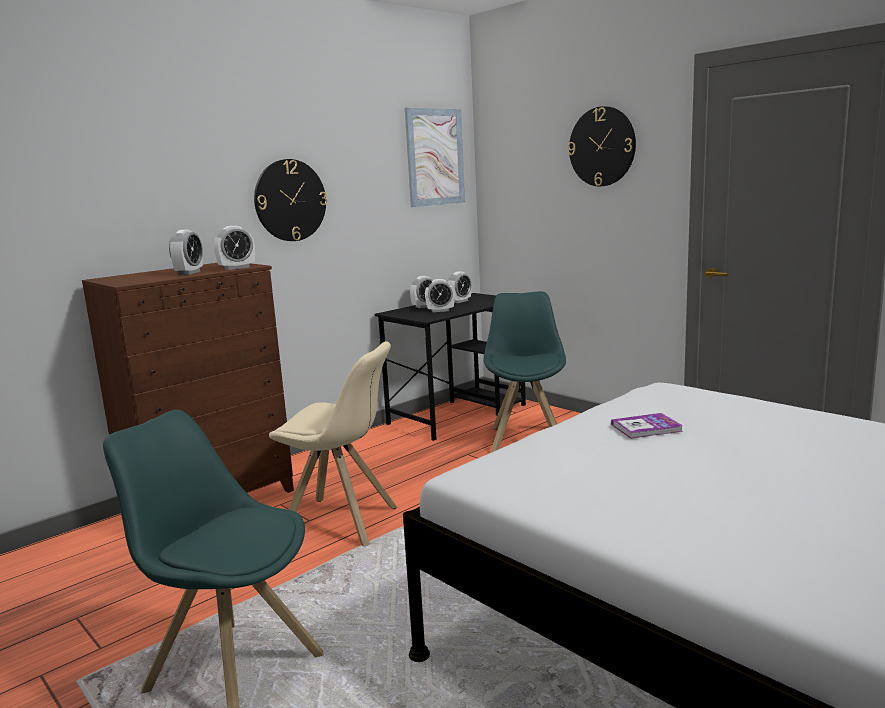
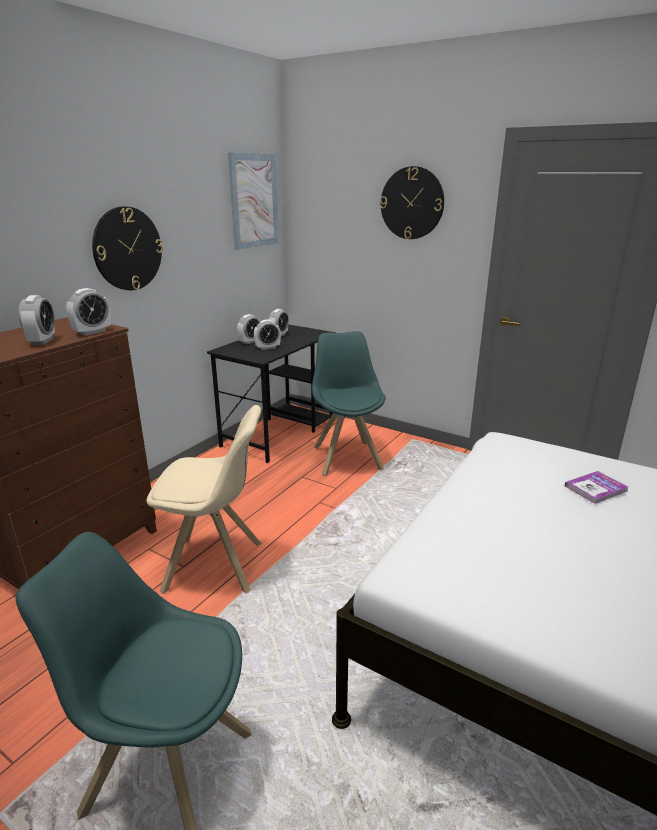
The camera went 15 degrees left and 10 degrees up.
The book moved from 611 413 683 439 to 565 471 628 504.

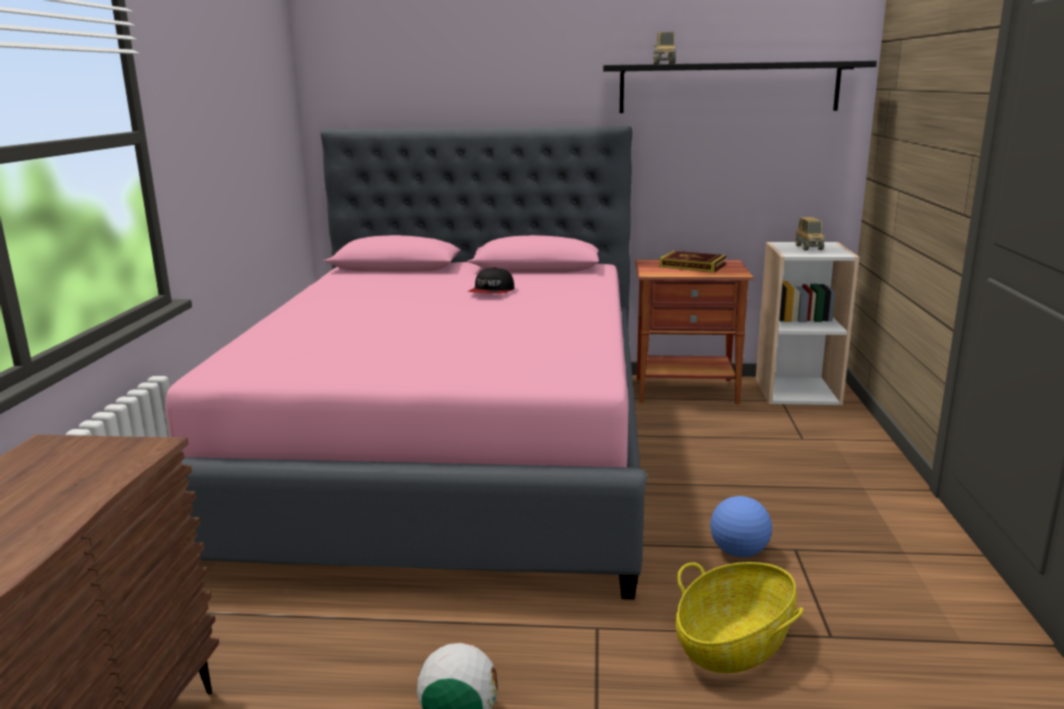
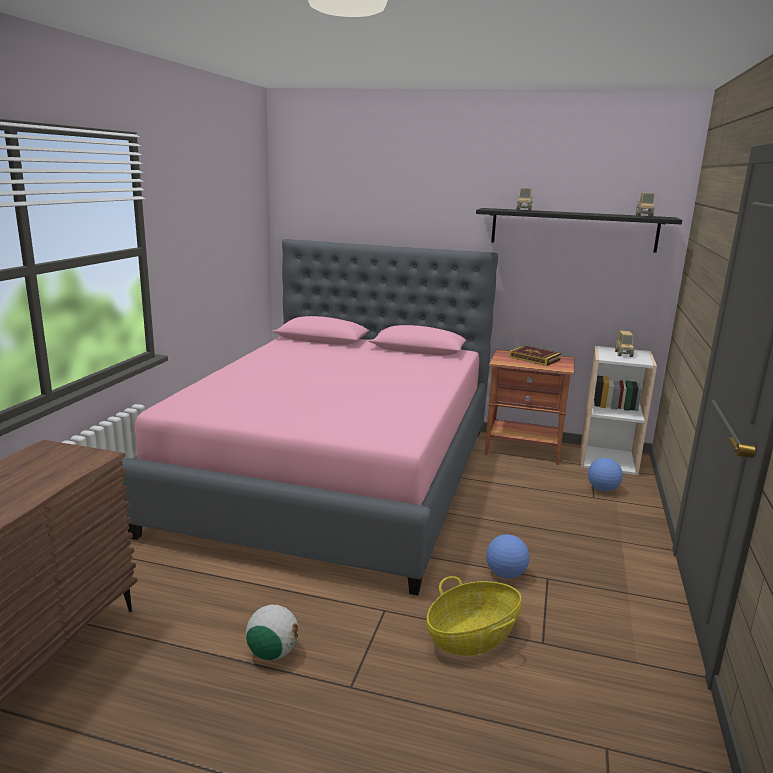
The camera went 10 degrees right and 0 degrees up.
The football at 588 458 623 492 appeared.
The toy truck at 636 193 655 217 appeared.
The cap at 468 267 514 294 disappeared.

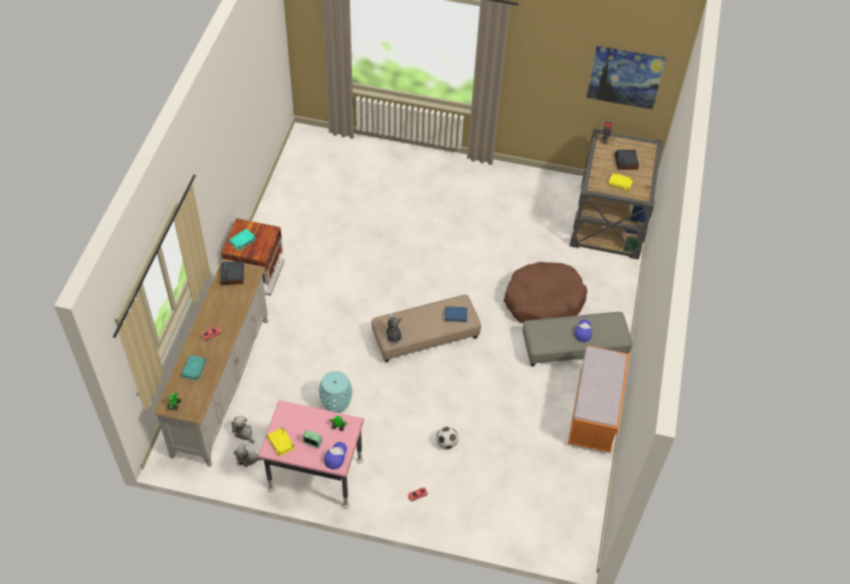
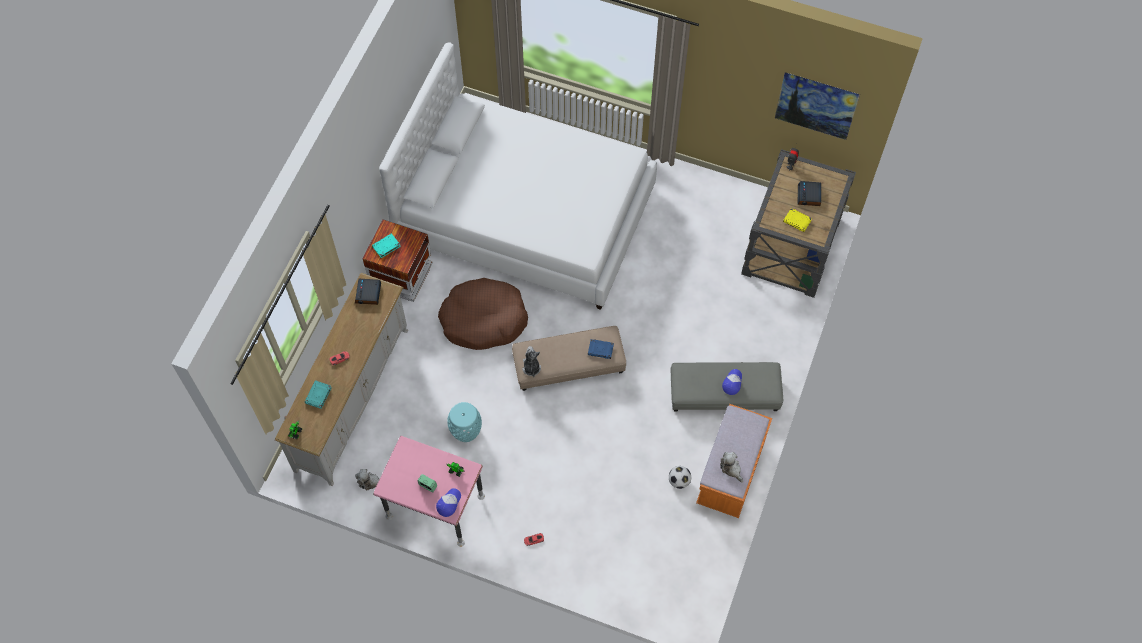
The camera went 10 degrees right and 10 degrees up.
The white bed at 379 43 657 310 appeared.
The brown dog bed moved from 504 262 588 323 to 438 278 528 350.
The football moved from 436 427 458 449 to 669 466 691 489.
The plush toy moved from 231 416 254 444 to 720 452 743 483.
The yellow book at 267 427 295 456 disappeared.

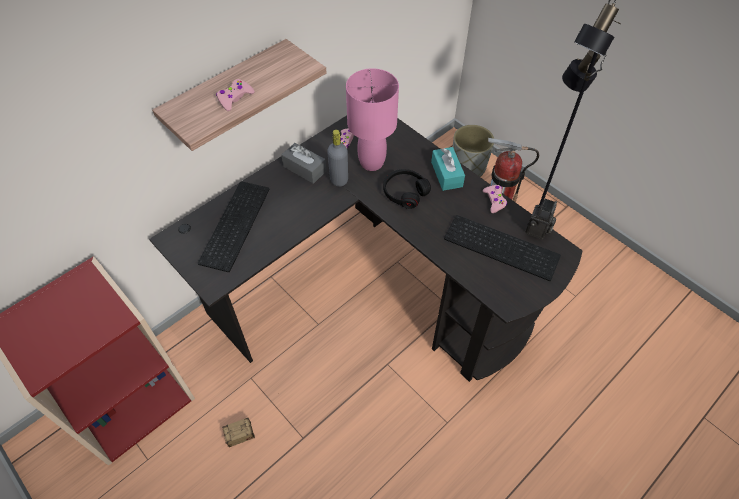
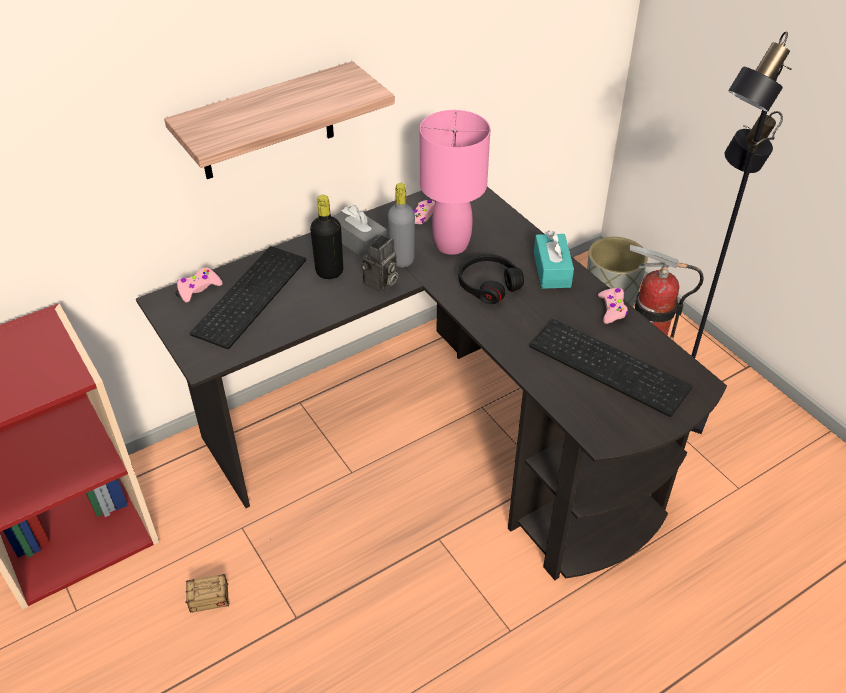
The camera went 10 degrees right and 10 degrees down.
The pink game controller moved from 216 79 255 111 to 177 267 222 302.
The black bottle at 310 195 343 279 appeared.
The photo camera moved from 526 199 557 240 to 361 235 398 293.

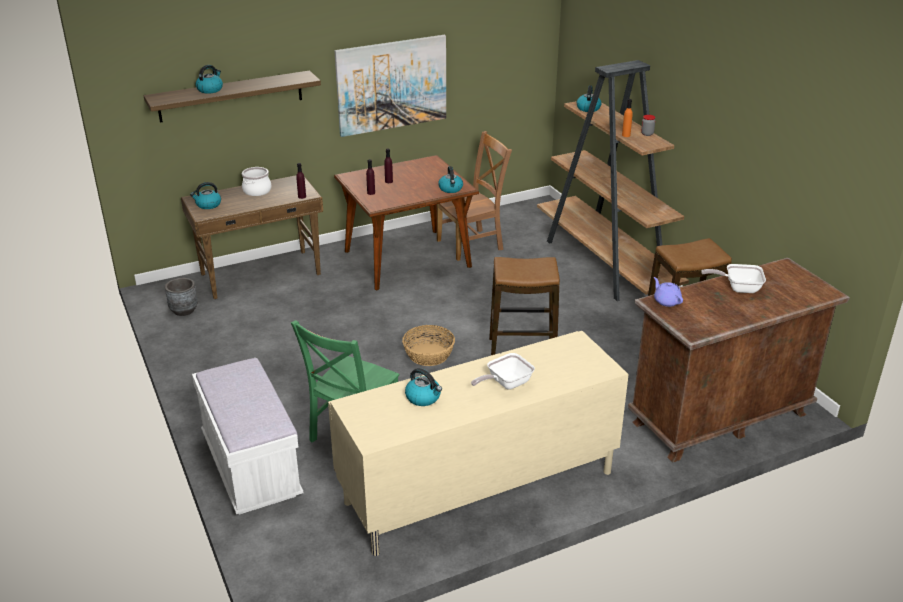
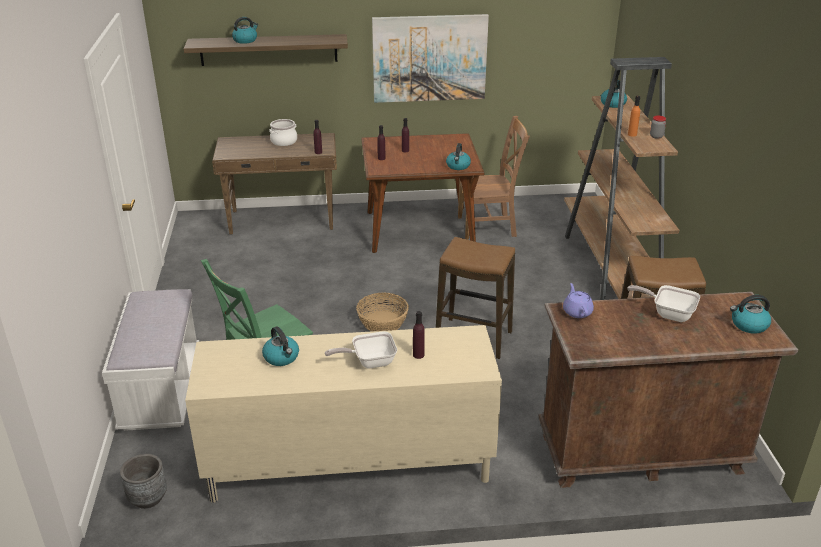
The camera went 20 degrees right and 0 degrees up.
The grey planter moved from 165 278 198 316 to 120 454 167 509.
The purple bottle at 413 311 425 359 appeared.
The kettle moved from 190 182 221 209 to 730 295 771 334.

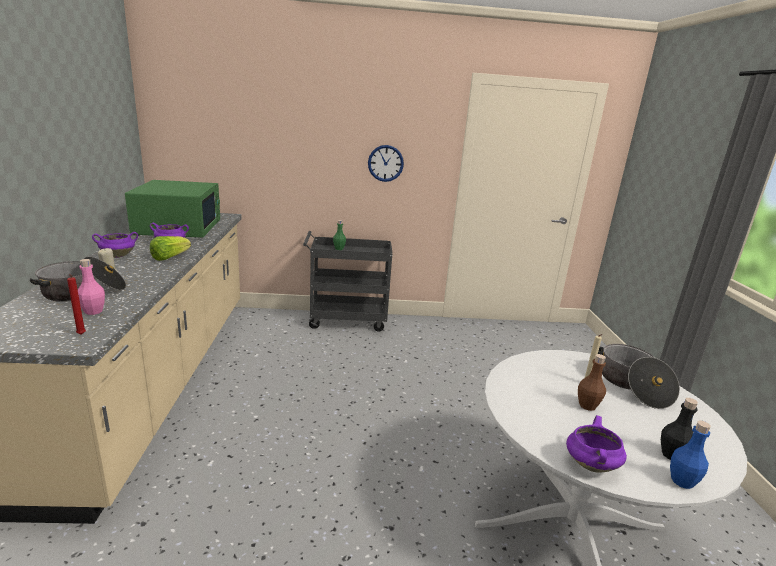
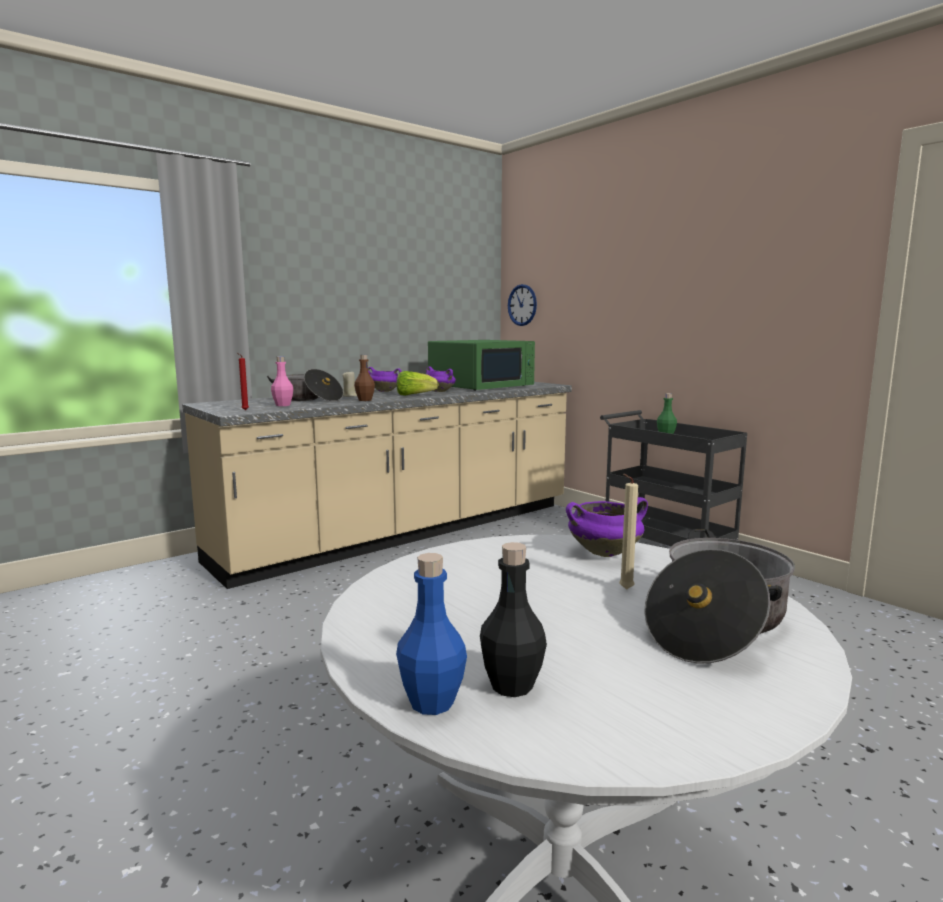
The camera went 55 degrees right and 10 degrees down.
The brown bottle moved from 578 354 606 411 to 354 354 375 401.
The wall clock moved from 368 145 404 182 to 508 284 537 326.
The purple cooking pot moved from 566 415 627 473 to 566 497 648 557.

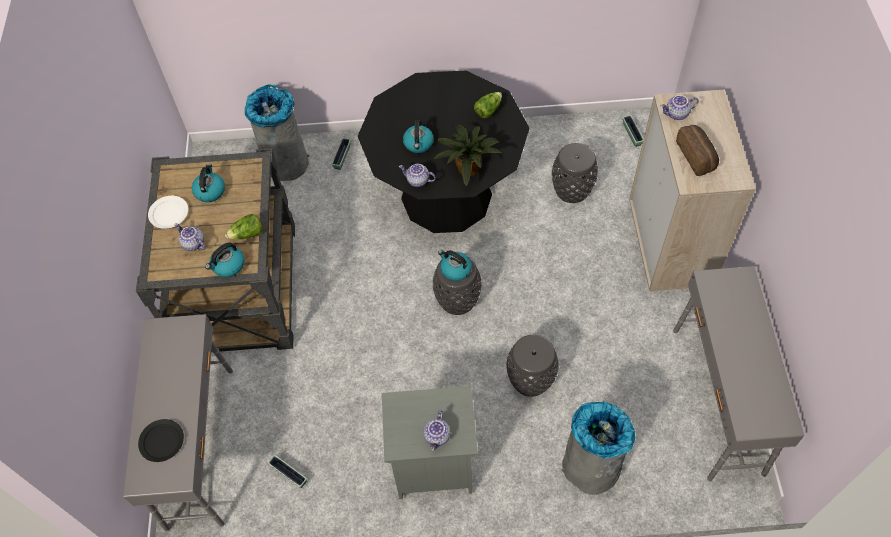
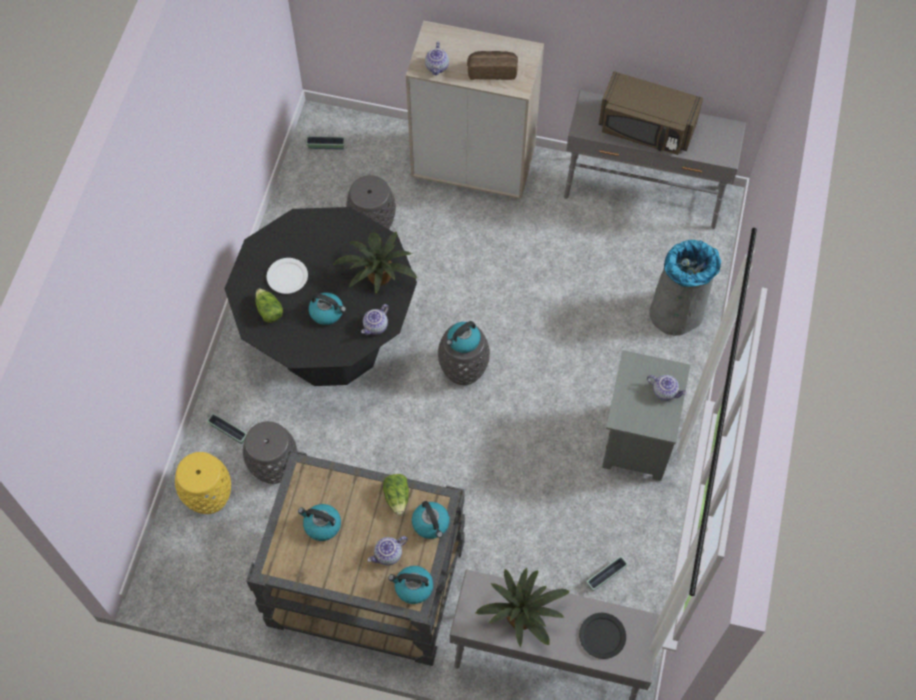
The camera went 75 degrees left and 5 degrees up.
The grey trash can at 245 84 309 181 was replaced by the yellow stool at 175 452 231 514.
The grey stool moved from 507 335 558 397 to 243 421 297 484.
The lettuce moved from 474 92 502 118 to 256 289 283 323.
The white plate moved from 148 196 188 229 to 267 258 308 294.
The kettle at 389 566 433 604 appeared.
The potted plant at 476 568 570 648 appeared.
The brown microwave at 599 71 703 155 appeared.

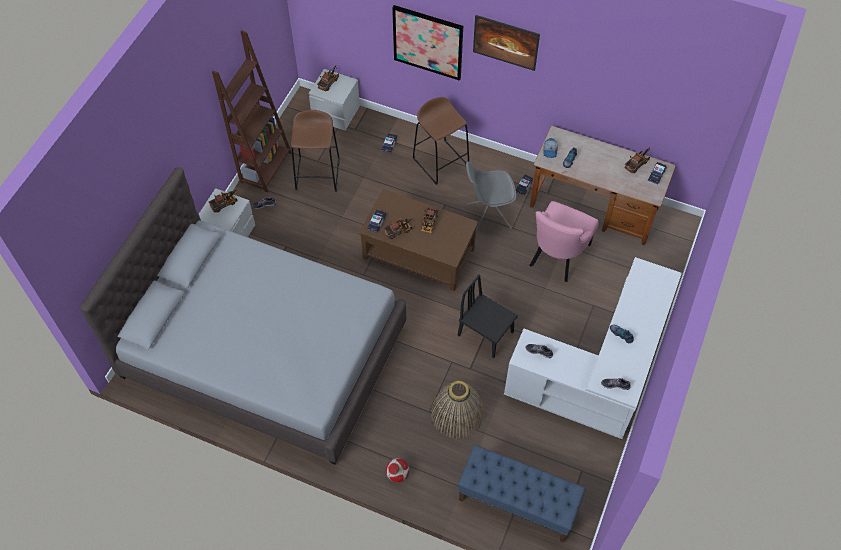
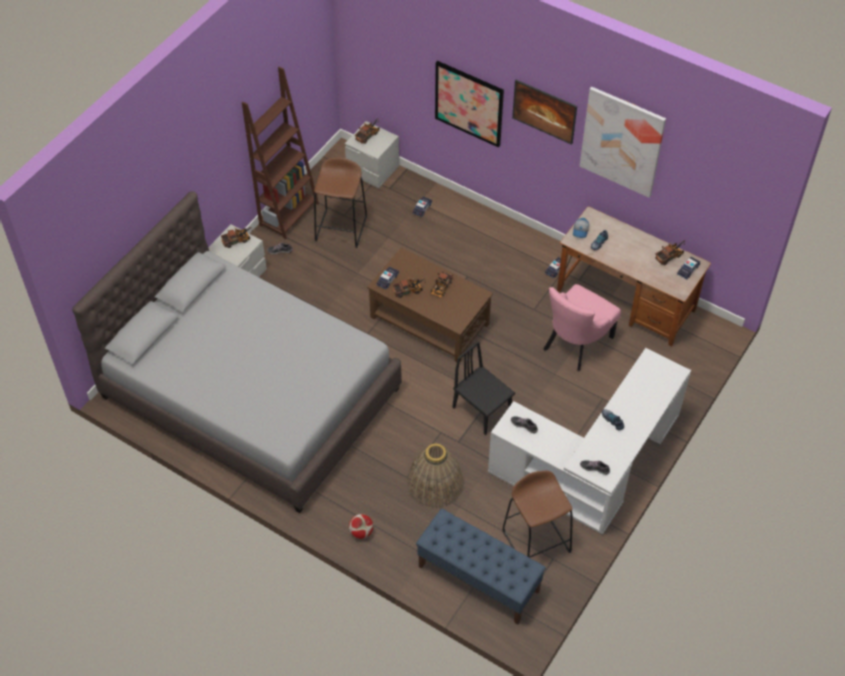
The camera went 10 degrees right and 5 degrees down.
The brown stool moved from 413 97 469 185 to 502 471 573 558.
The picture at 580 87 666 198 appeared.
The grey chair at 466 161 516 232 disappeared.

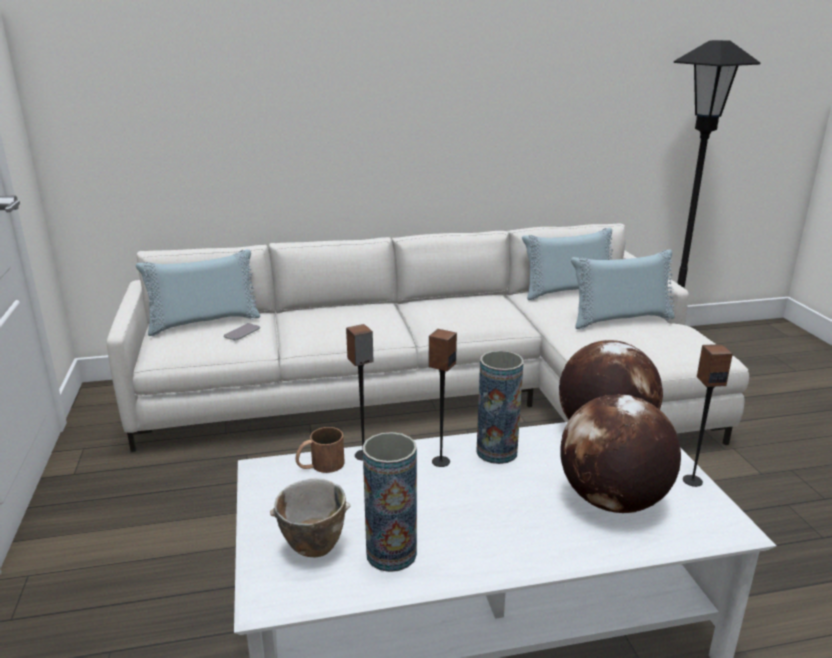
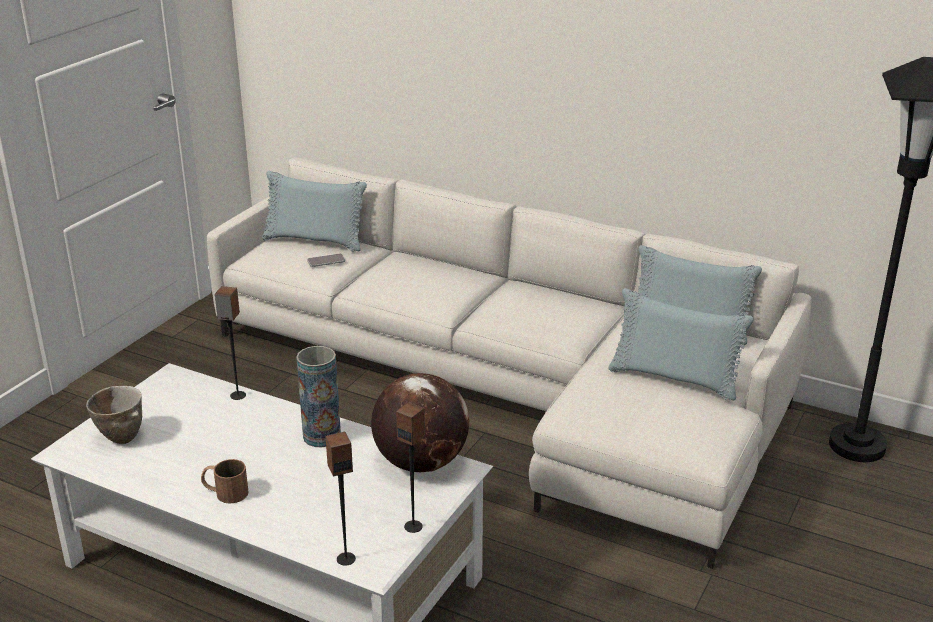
The camera went 40 degrees right and 5 degrees up.
The brown mug moved from 296 427 345 473 to 201 459 248 503.
The speaker moved from 429 329 457 467 to 326 432 356 566.
The vase at 363 432 417 572 disappeared.
The globe at 560 394 681 513 disappeared.

